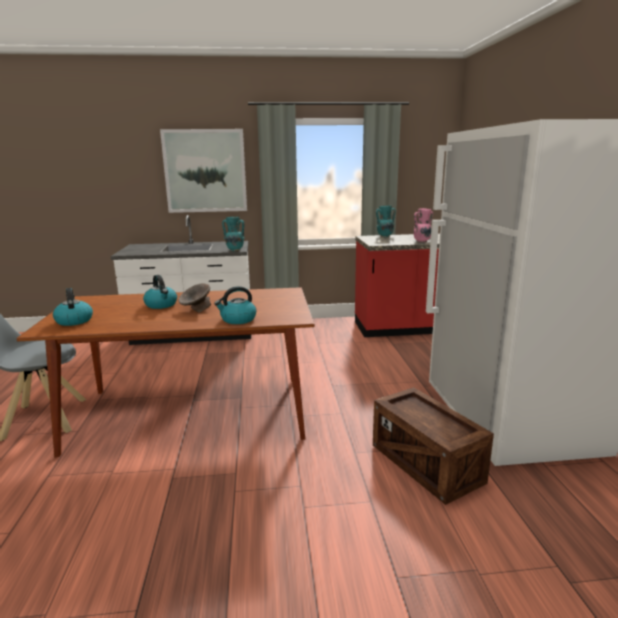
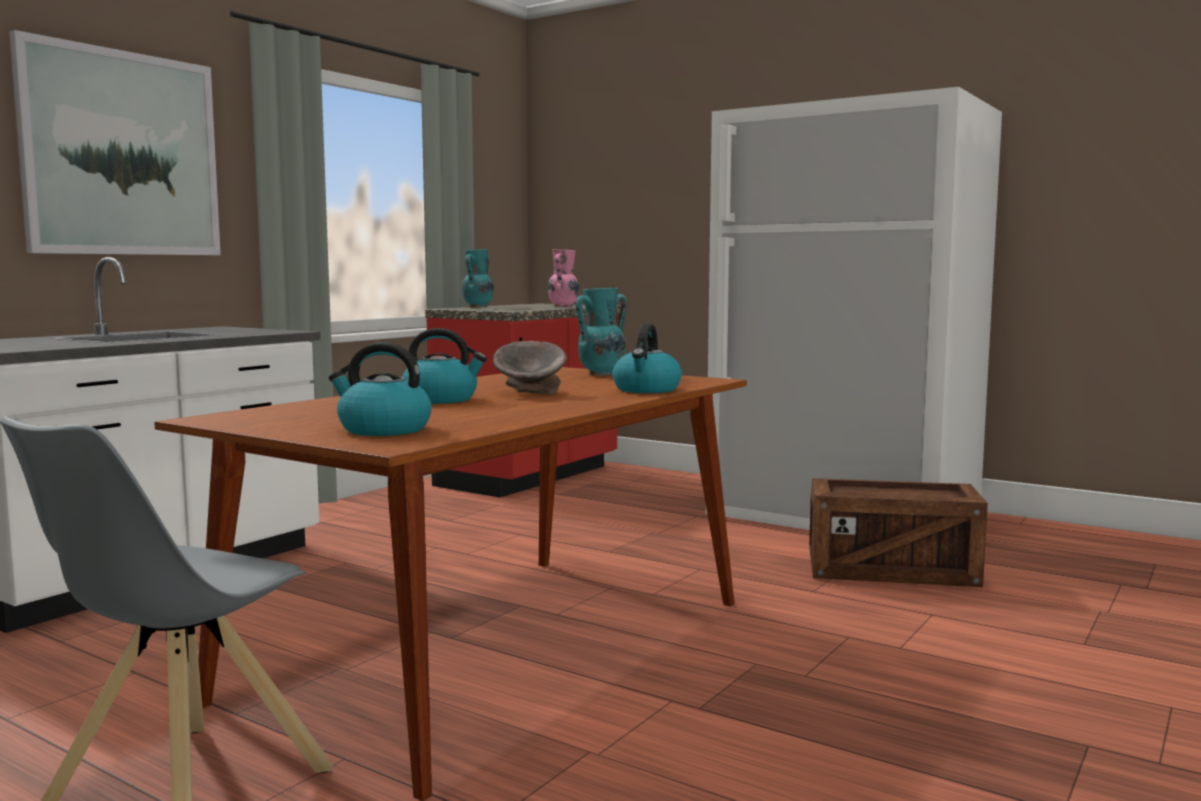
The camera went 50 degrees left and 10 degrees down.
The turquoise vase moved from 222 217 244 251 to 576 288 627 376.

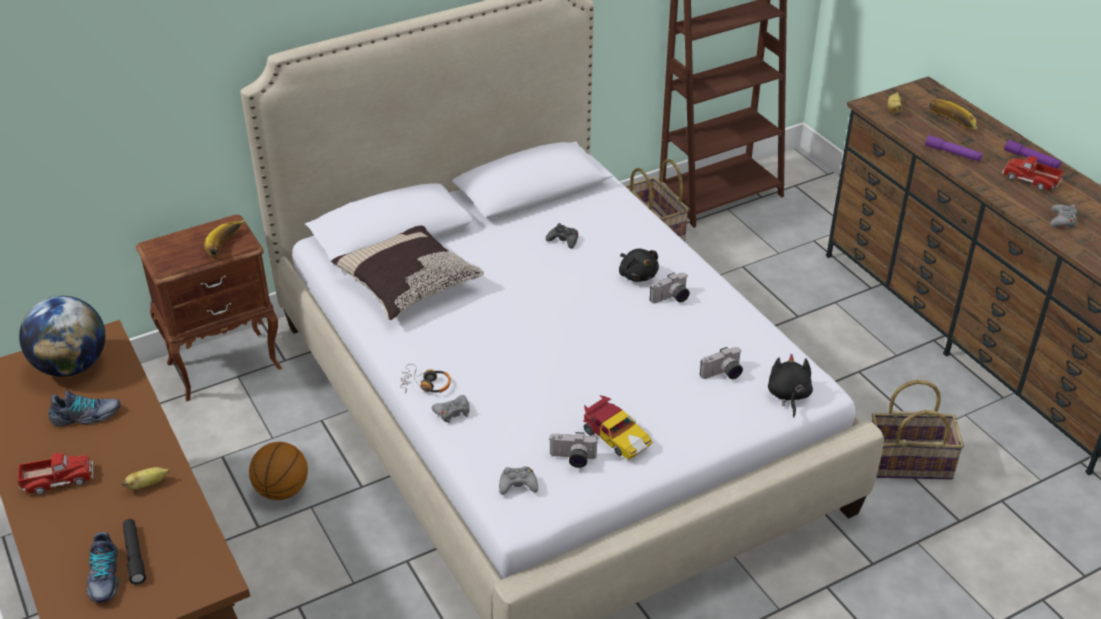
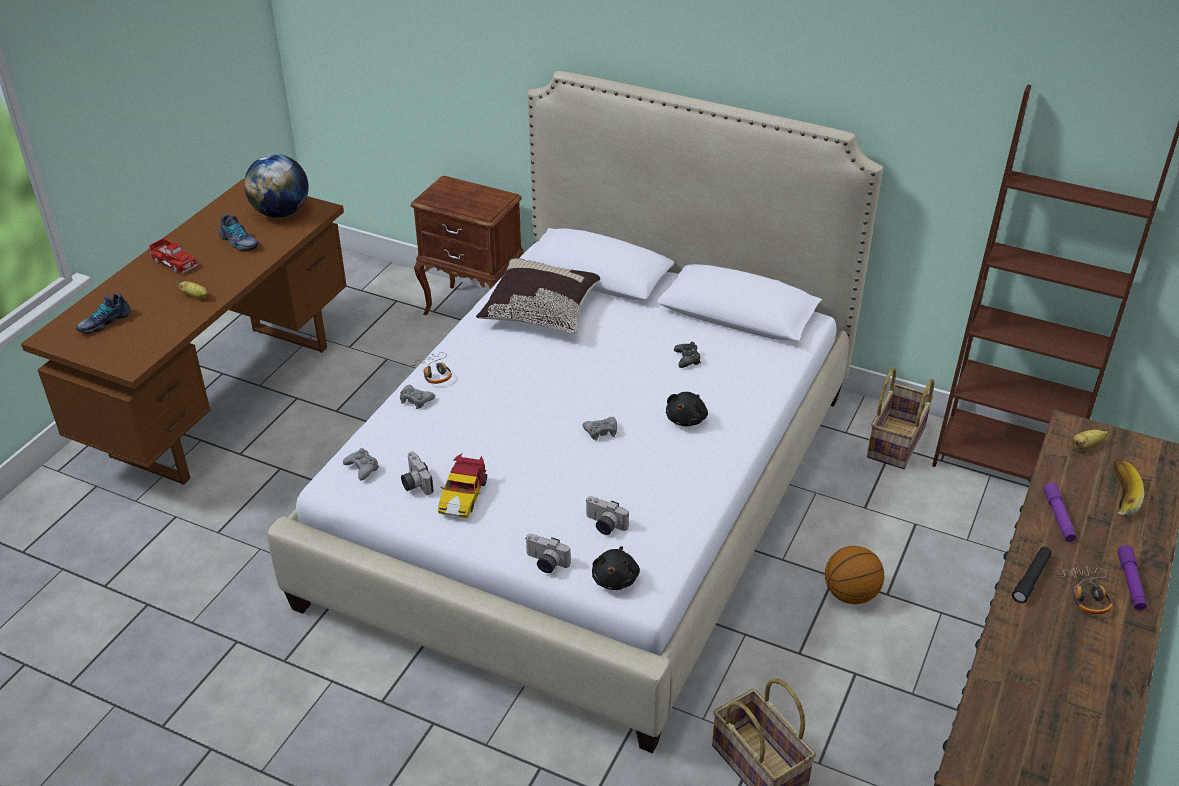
The camera went 55 degrees right and 0 degrees up.
The photo camera moved from 650 273 690 303 to 526 534 571 573.
The grey game controller moved from 1050 204 1077 228 to 583 417 617 440.
The black plush toy at 768 354 813 417 turned 135 degrees clockwise.
The basketball moved from 249 442 308 500 to 825 546 884 604.
The black flashlight moved from 123 519 146 584 to 1012 547 1052 603.
The toy truck at 1002 156 1063 190 was replaced by the headphones at 1057 567 1112 614.
The banana at 204 220 245 256 disappeared.

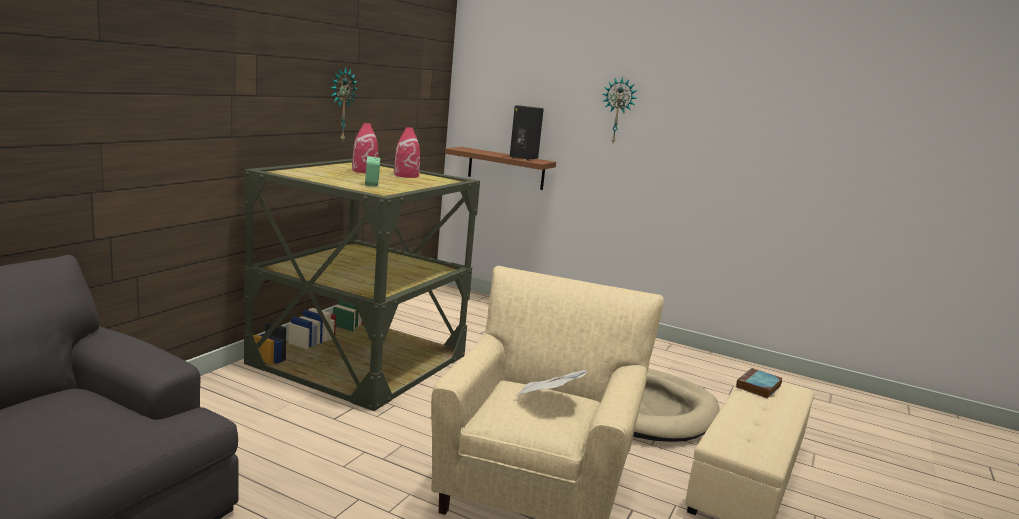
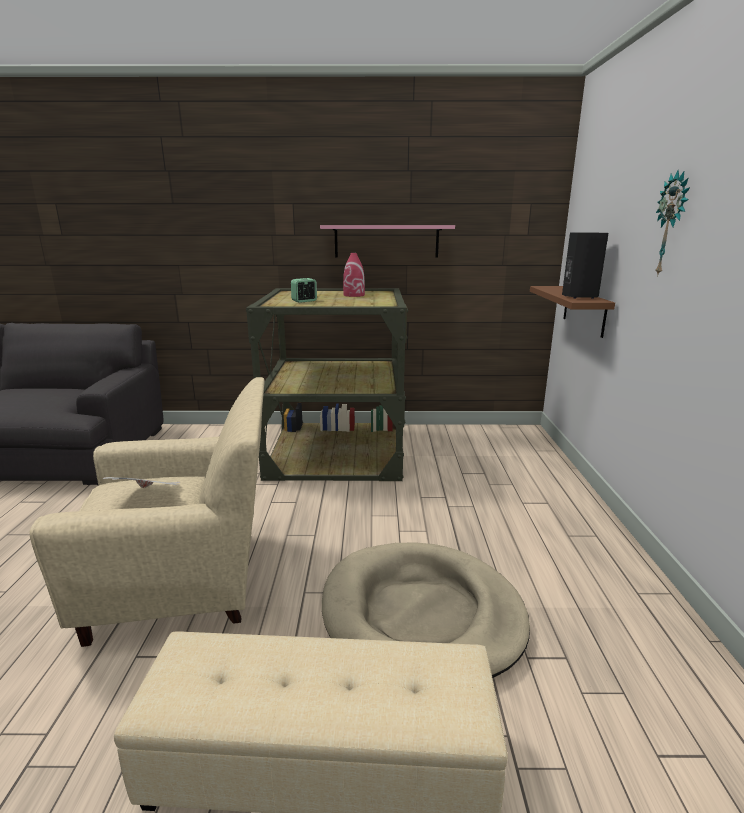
The camera went 65 degrees right and 5 degrees up.
The wall clock at 331 67 357 143 was replaced by the pink shelf at 320 225 455 257.
The red vase at 394 127 420 178 disappeared.
The book at 736 368 782 399 disappeared.

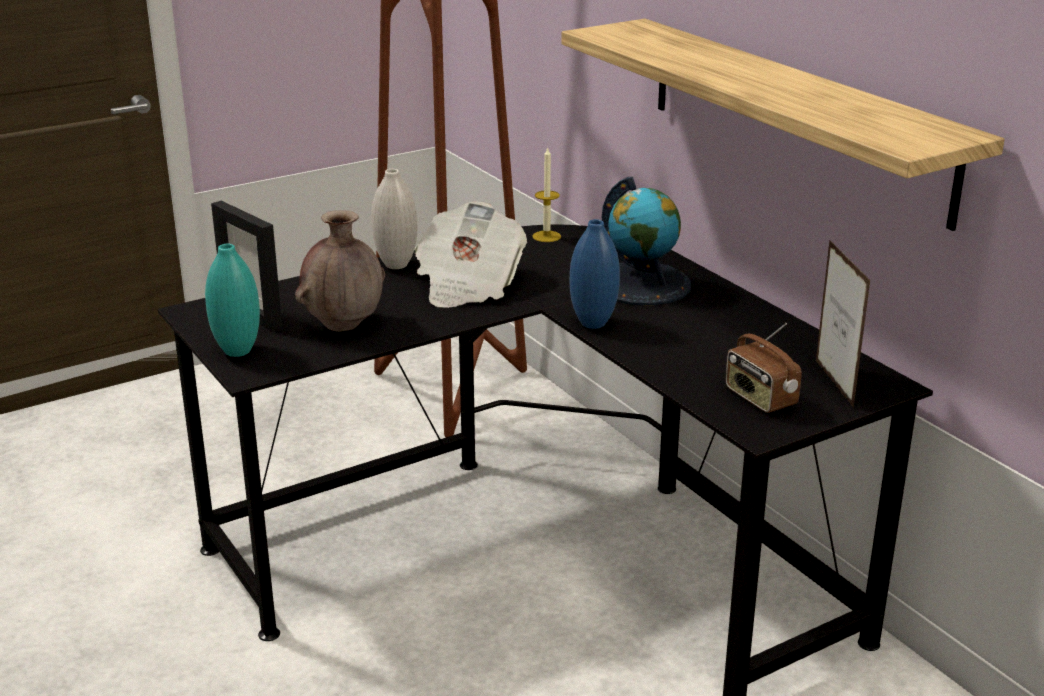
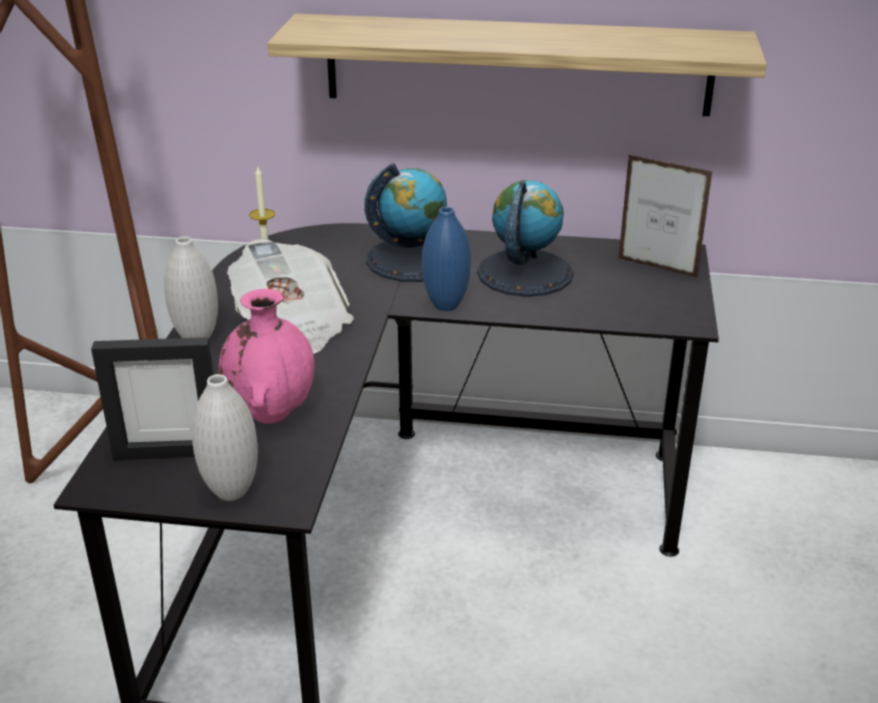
The camera went 50 degrees left and 5 degrees up.
The turquoise vase at 205 243 260 357 became the white vase at 192 374 258 501.
The brown vase at 295 210 385 332 became the pink vase at 219 289 314 424.
The globe at 477 180 573 297 appeared.
The radio at 726 323 802 413 disappeared.

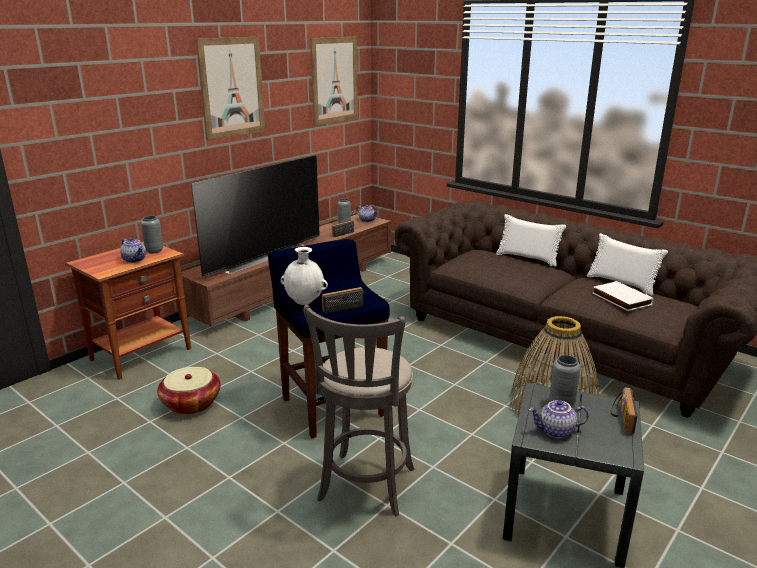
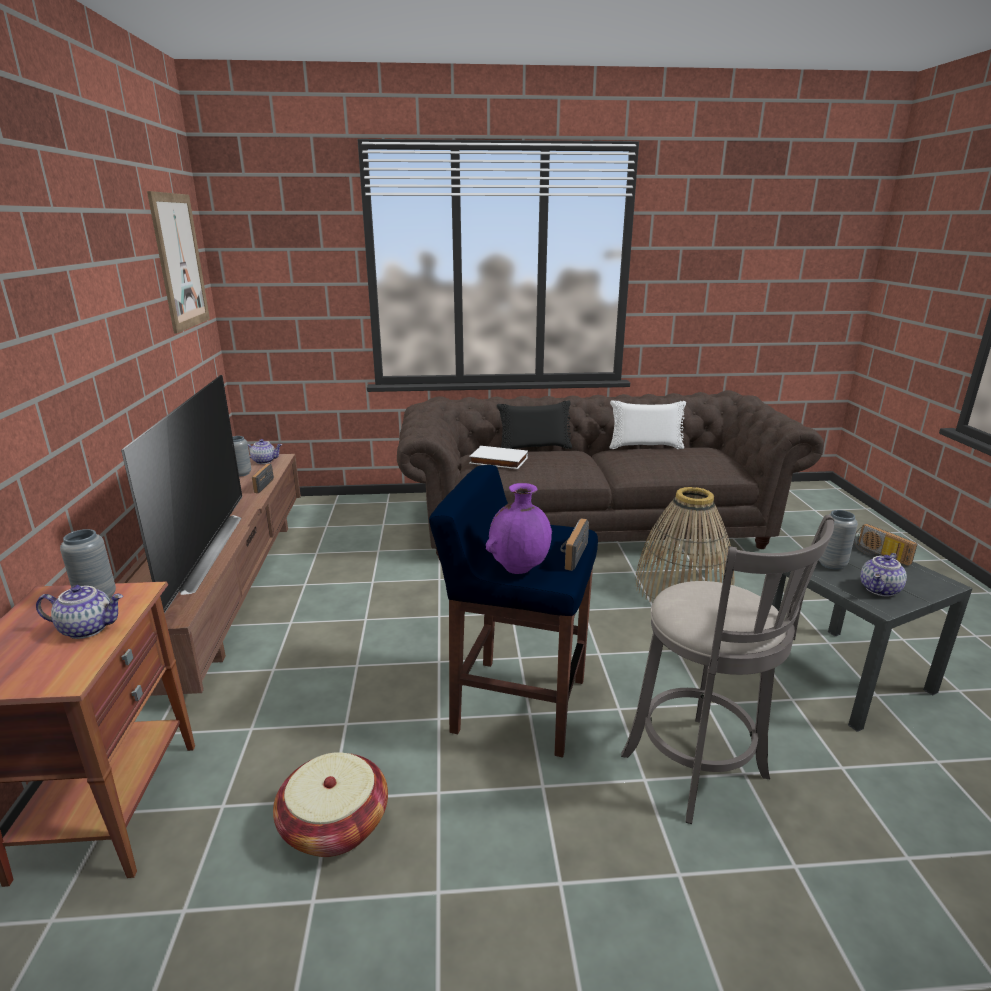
The camera went 45 degrees left and 0 degrees up.
The white book moved from 592 281 653 311 to 469 446 528 469.
The white vase at 280 247 328 305 became the purple vase at 486 483 552 574.
The white pillow at 496 214 566 267 became the black pillow at 497 400 572 449.
The picture at 196 37 265 141 disappeared.

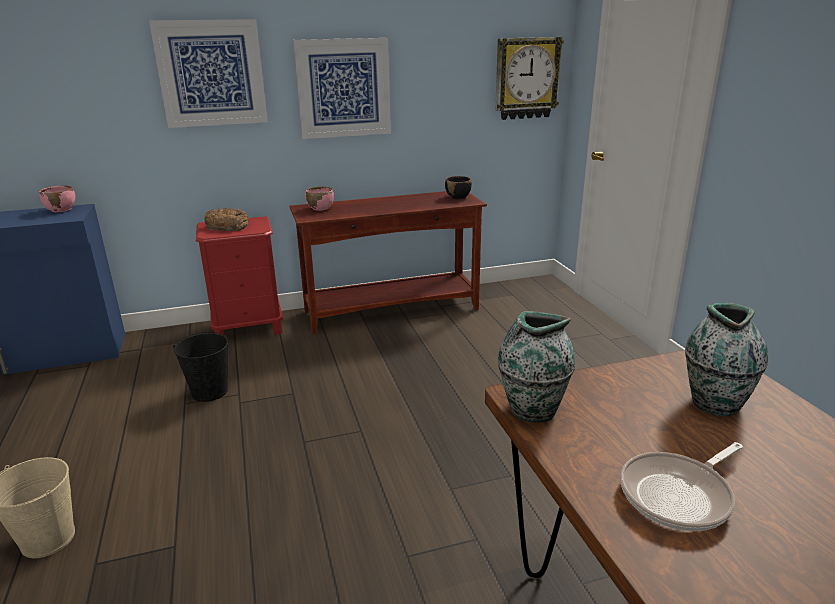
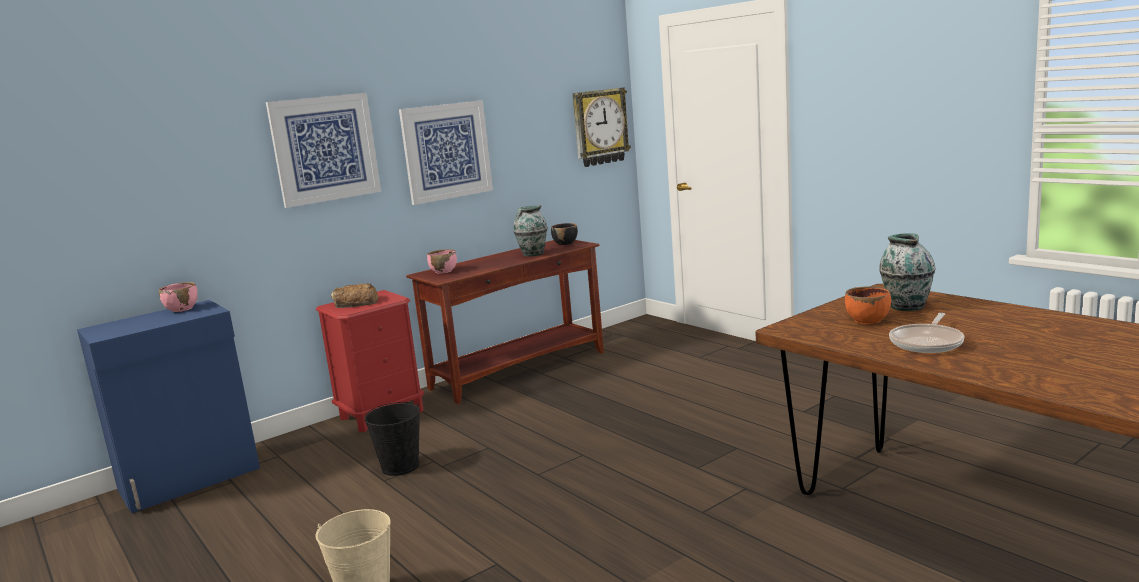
The camera went 20 degrees left and 10 degrees down.
The vase moved from 498 311 575 423 to 513 205 548 257.
The orange bowl at 845 286 891 324 appeared.

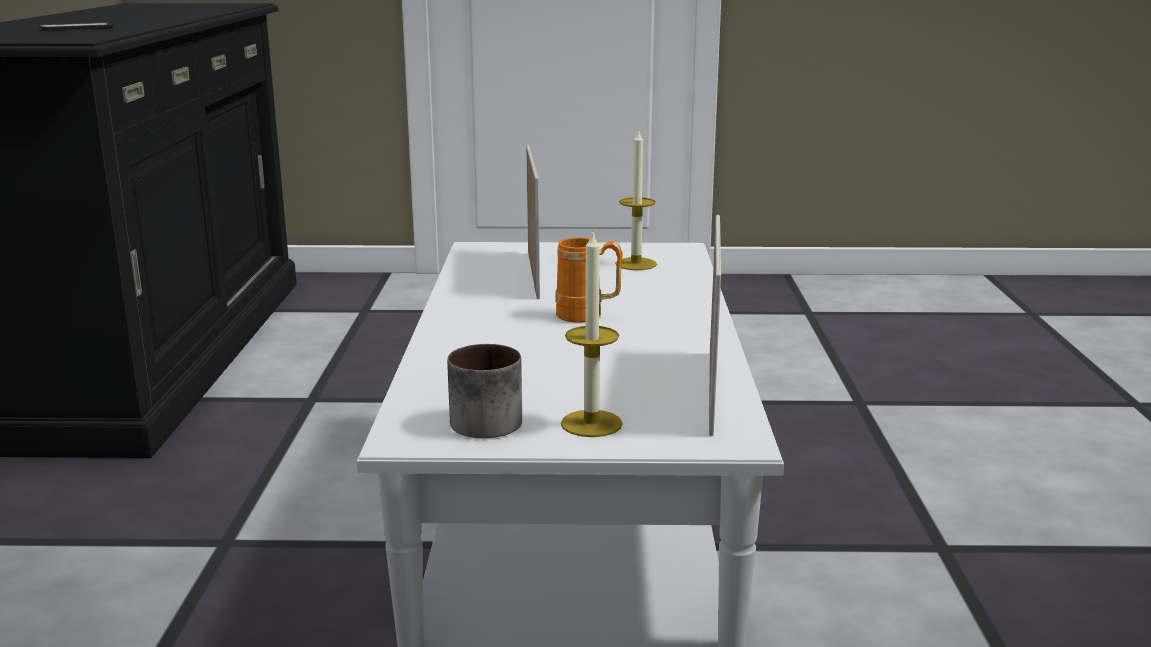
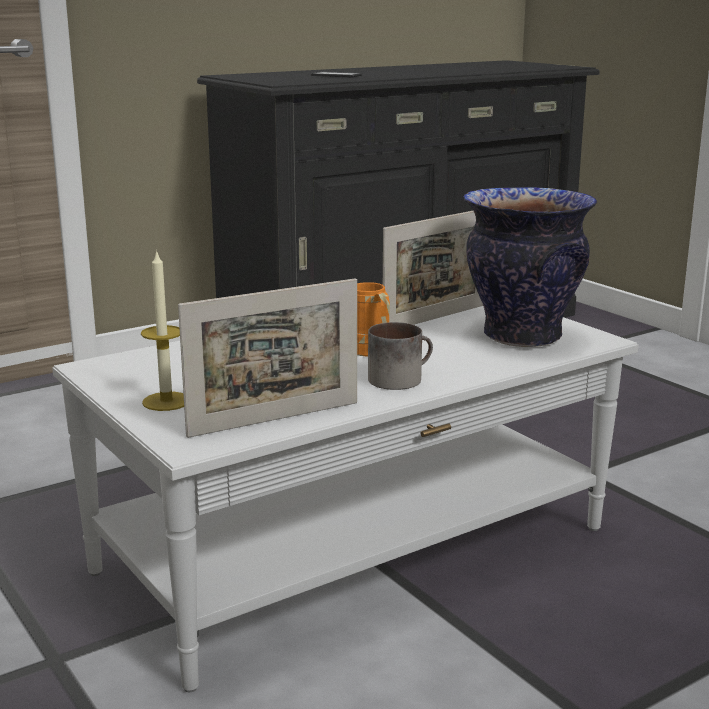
The camera went 55 degrees right and 0 degrees up.
The mug moved from 447 344 522 438 to 368 322 433 390.
The candle at 615 131 657 270 was replaced by the vase at 464 187 597 347.

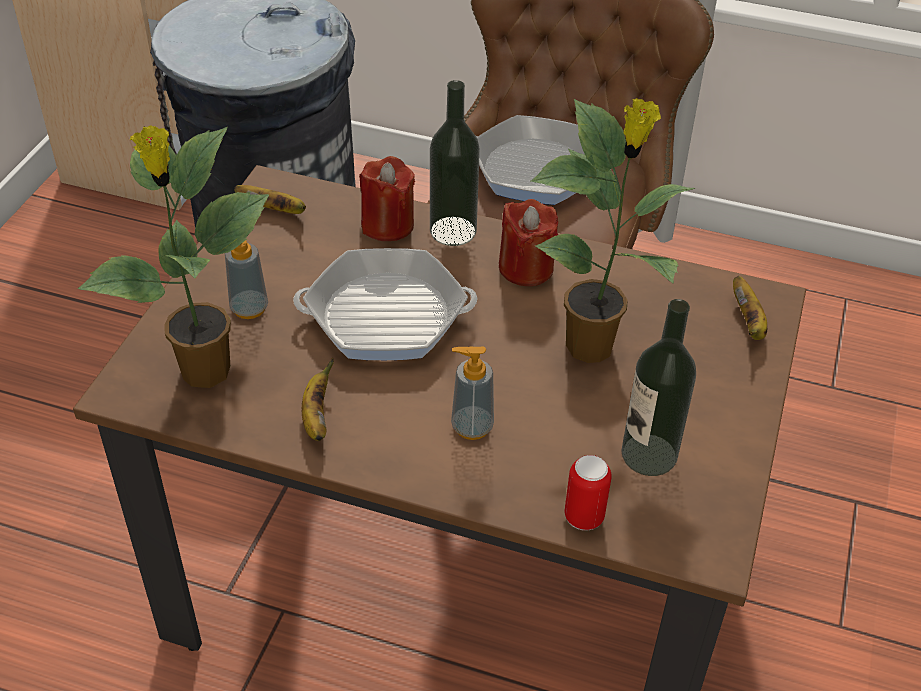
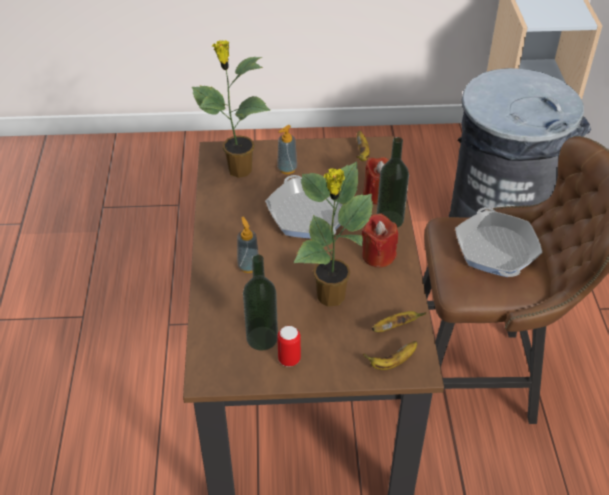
The camera went 70 degrees right and 0 degrees up.
The can moved from 565 455 612 531 to 277 326 301 367.
The banana moved from 302 358 334 441 to 372 311 426 332.

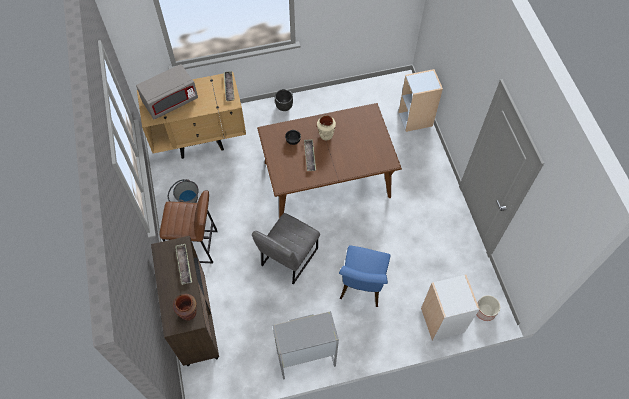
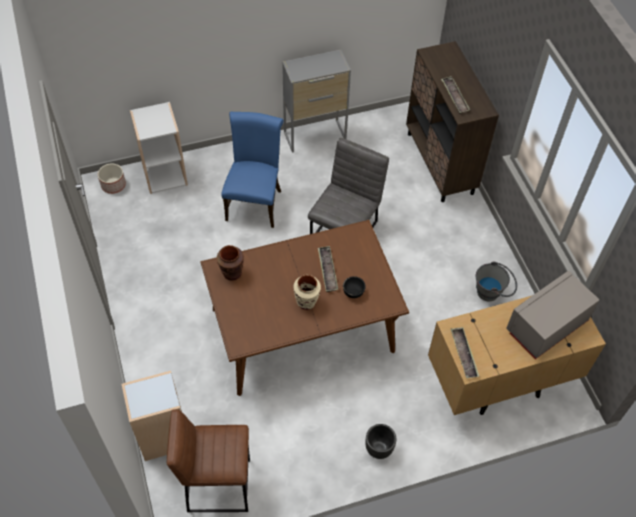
The camera went 175 degrees right and 5 degrees down.
The brown stool moved from 160 190 218 263 to 167 410 250 512.
The brown vase moved from 173 294 197 320 to 217 245 244 281.

